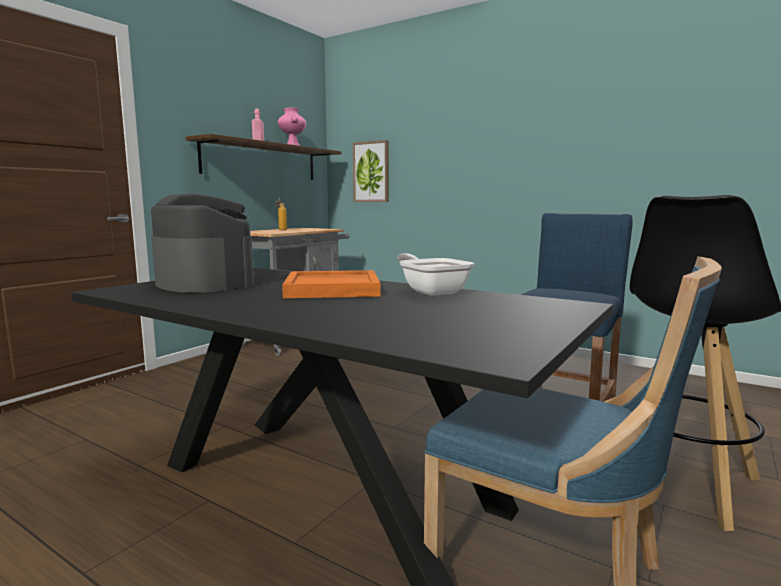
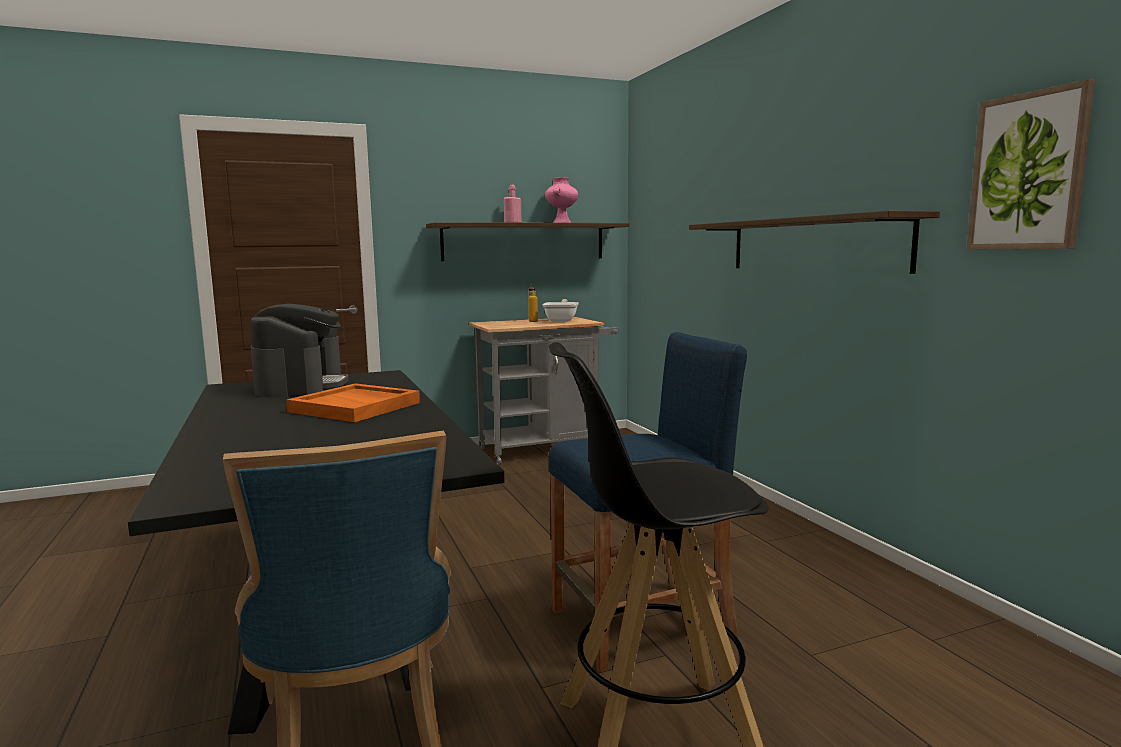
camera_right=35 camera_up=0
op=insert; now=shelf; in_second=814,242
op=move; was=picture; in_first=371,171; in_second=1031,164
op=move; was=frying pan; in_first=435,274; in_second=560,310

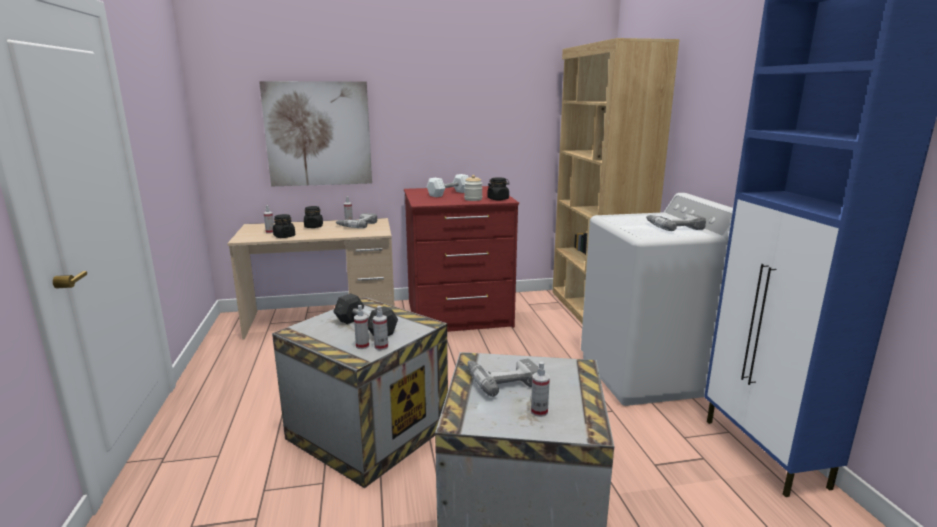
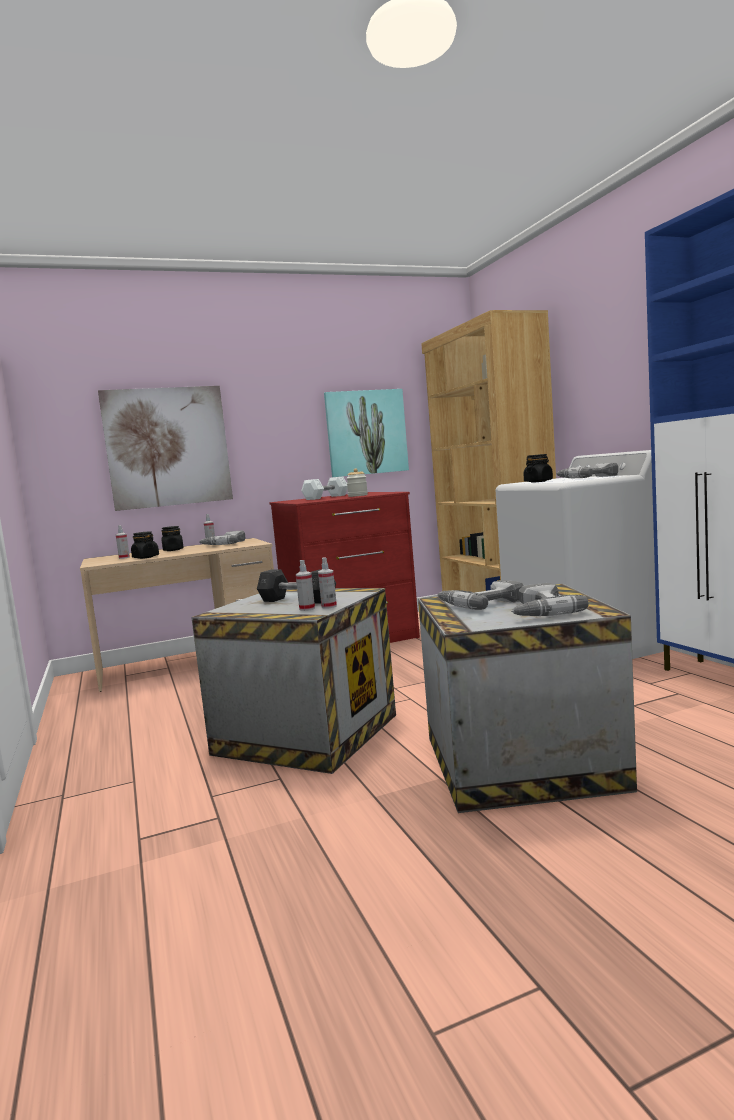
camera_right=-10 camera_up=-10
op=insert; now=picture; in_second=366,433
op=move; was=black storage jar; in_first=498,188; in_second=538,468
op=replace; was=sprayer; now=power drill; in_first=540,389; in_second=549,599

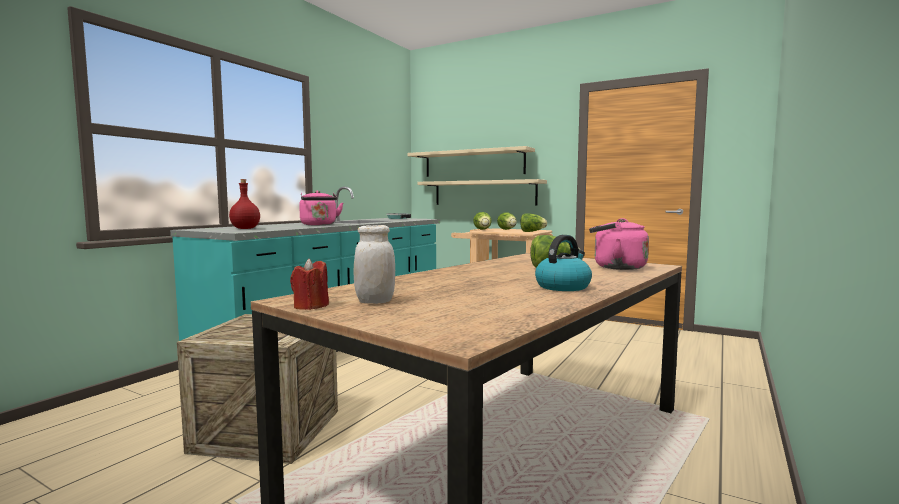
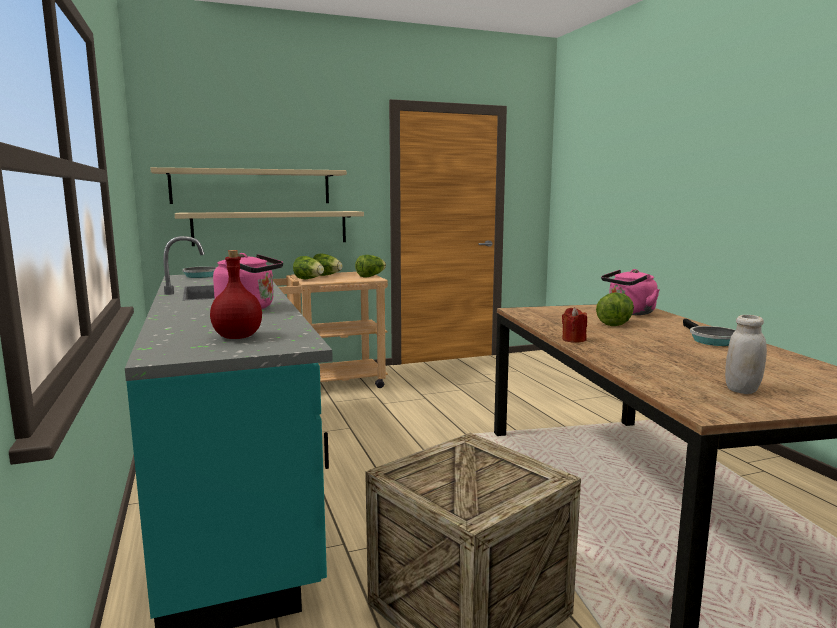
camera_right=-50 camera_up=5
op=move; was=red candle; in_first=309,284; in_second=574,325
op=replace; was=kettle; now=frying pan; in_first=563,263; in_second=709,332

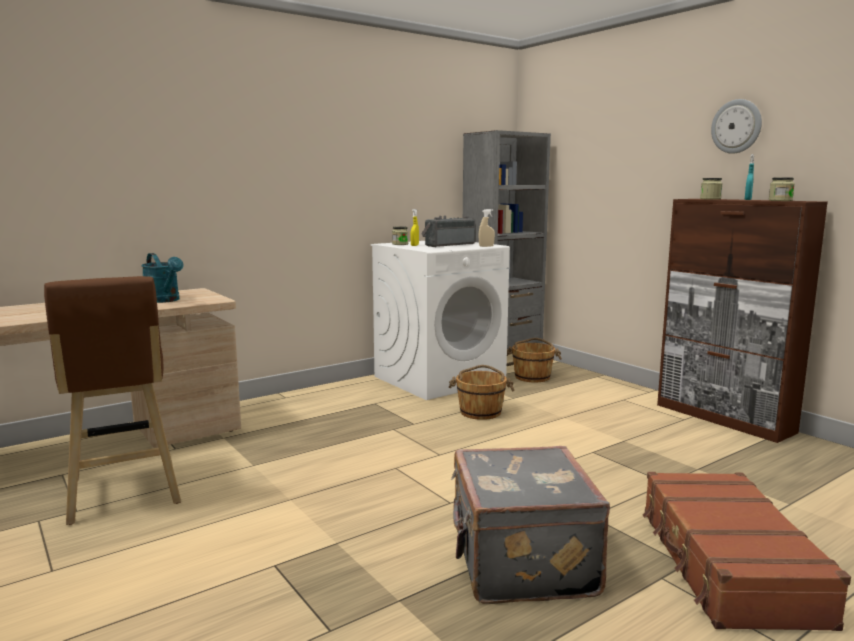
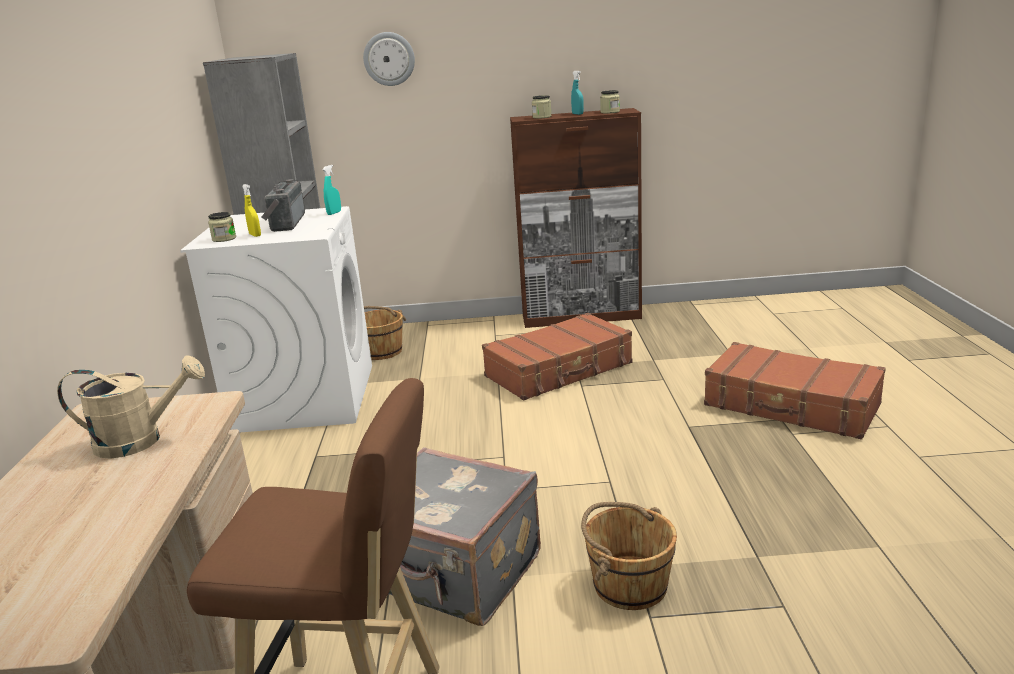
camera_right=-55 camera_up=10
op=insert; now=brown travel case; in_second=557,357
op=move; was=brown bucket; in_first=482,392; in_second=629,556
op=move; was=grey travel case; in_first=530,525; in_second=464,536
op=move; was=hanging clock; in_first=736,126; in_second=389,59
op=recolor; was=blue-green watering can; now=sand-coloured watering can; in_first=162,278; in_second=131,407
op=recolor; was=sand-coloured sprayer; now=blue-green sprayer; in_first=487,228; in_second=331,190

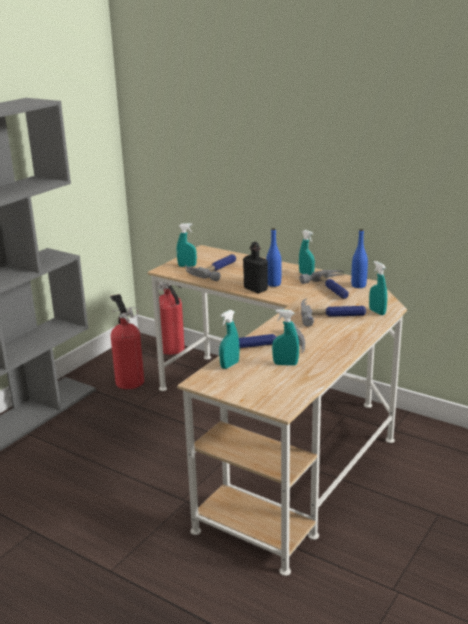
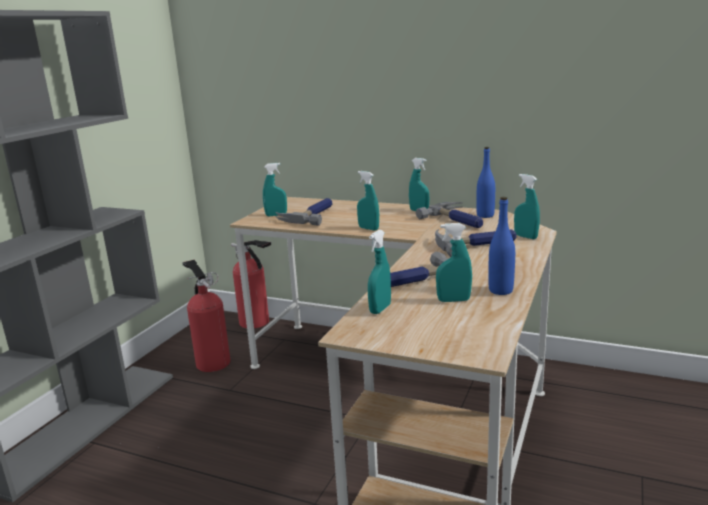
camera_right=-10 camera_up=-5
op=move; was=blue beverage bottle; in_first=274,257; in_second=501,246
op=replace; was=black beverage bottle; now=blue-green sprayer; in_first=255,267; in_second=368,201

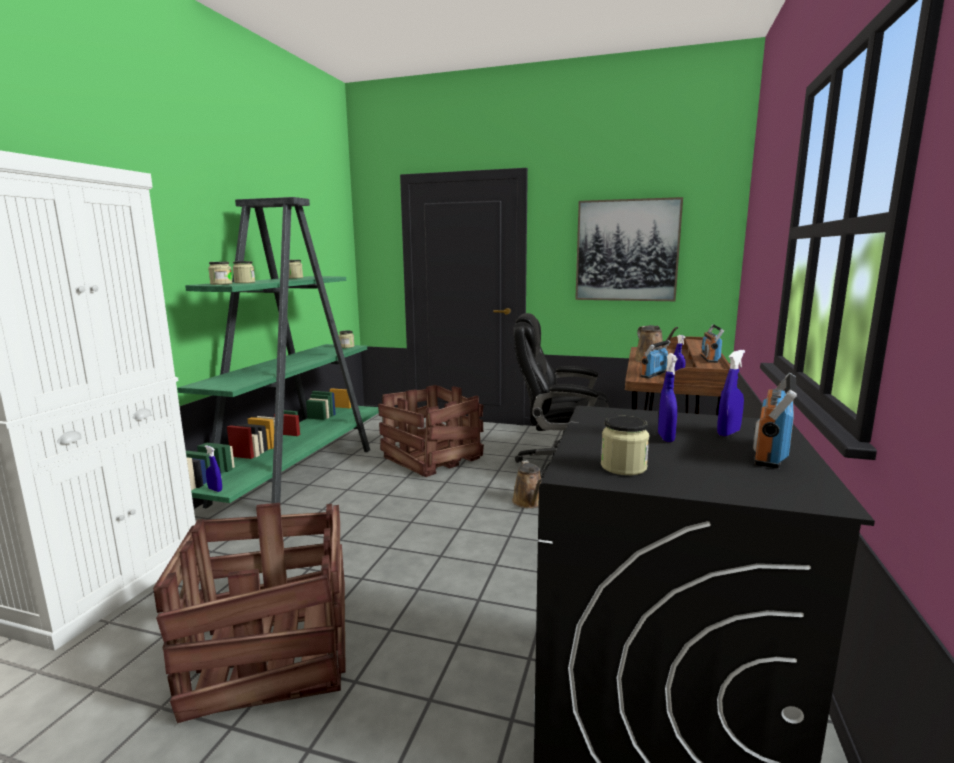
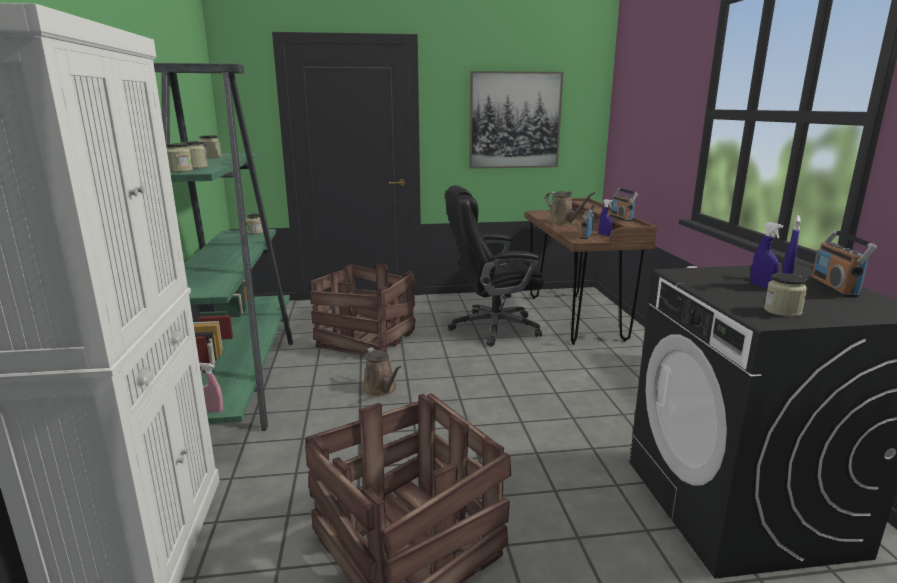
camera_right=-25 camera_up=5
op=move; was=brown watering can; in_first=527,484; in_second=382,371
op=recolor; was=blue sprayer; now=pink sprayer; in_first=213,468; in_second=211,388

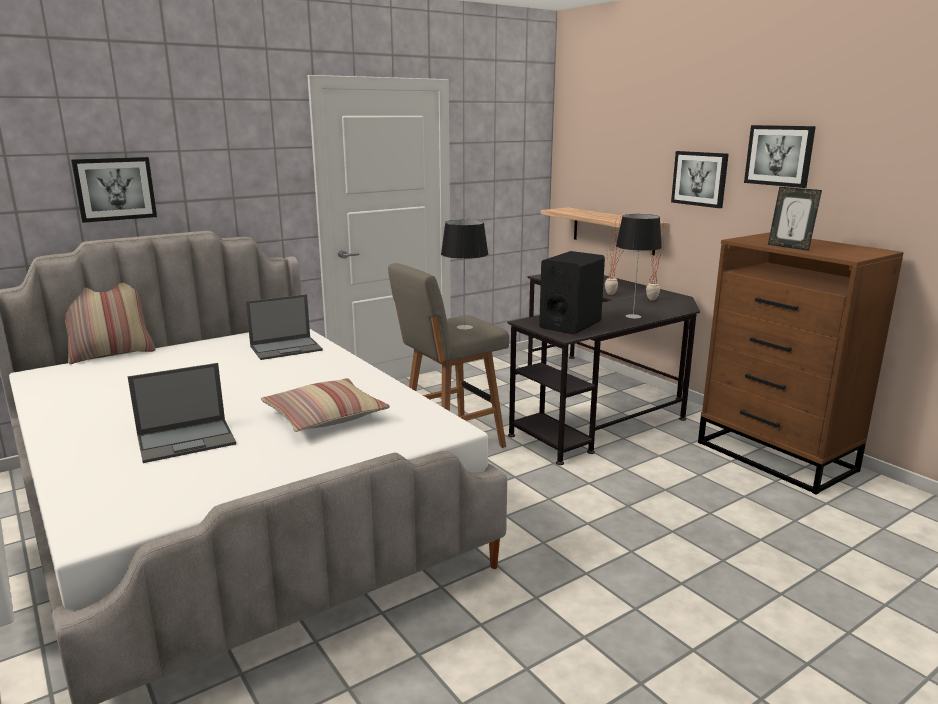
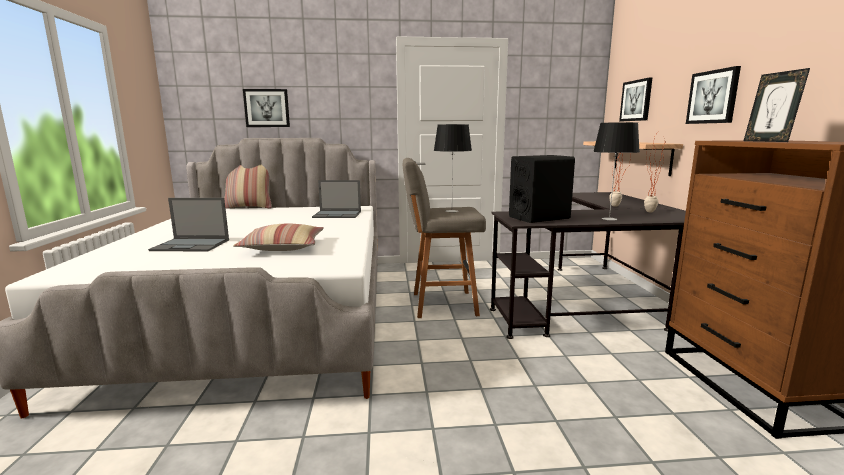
camera_right=30 camera_up=-5
op=move; was=picture; in_first=780,156; in_second=635,99

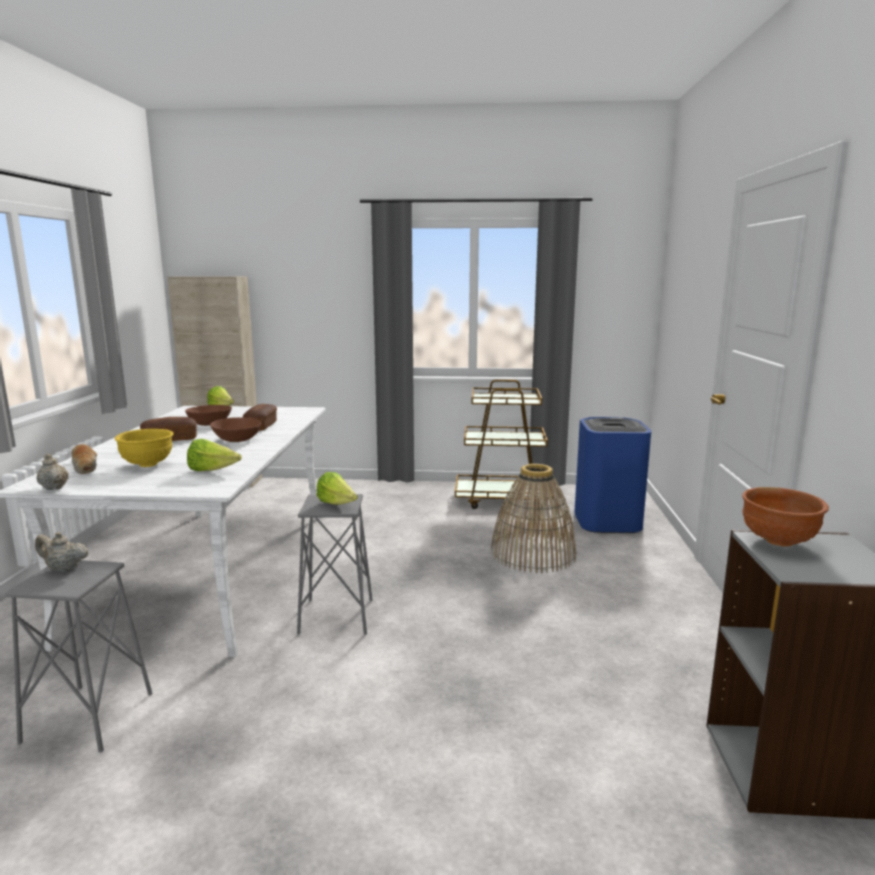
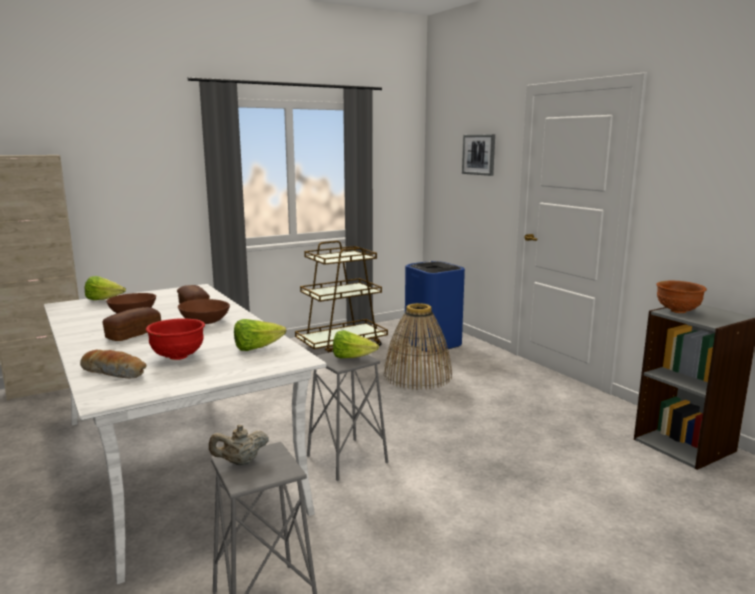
camera_right=-35 camera_up=0
op=delete; was=sand-coloured tea pot; in_first=52,472
op=insert; now=picture; in_second=478,155
op=recolor; was=yellowish bowl; now=red bowl; in_first=144,448; in_second=175,339

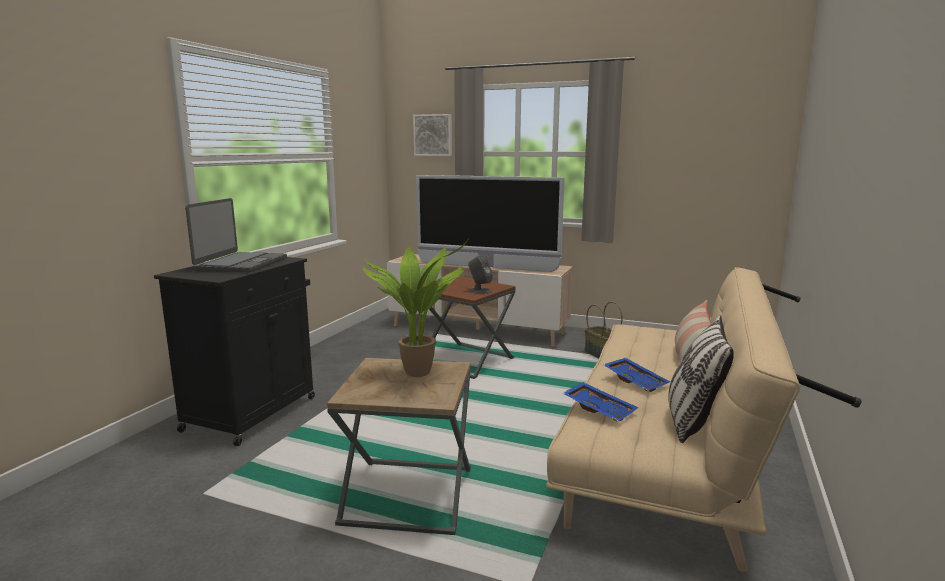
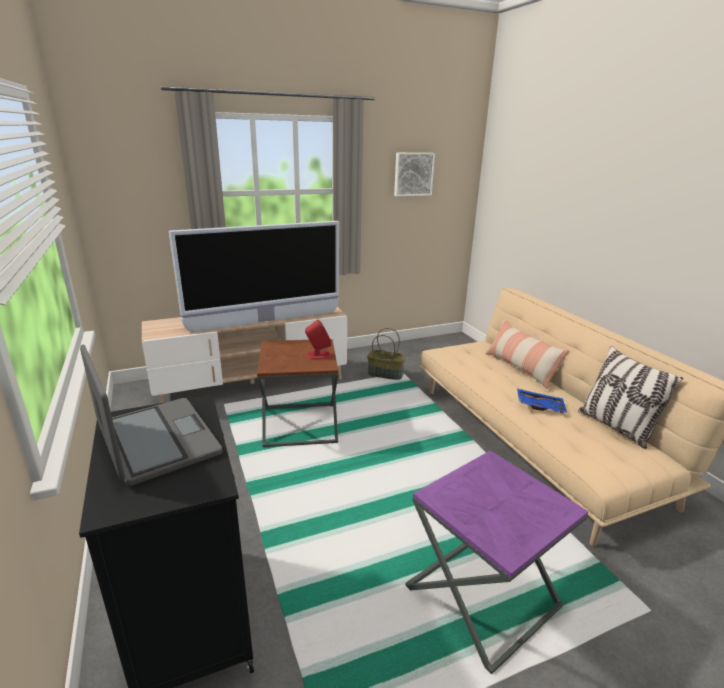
camera_right=-45 camera_up=10
op=delete; was=houseplant; in_first=415,308
op=delete; was=blue serving tray; in_first=601,402
op=move; was=picture; in_first=432,135; in_second=414,174
op=recolor; was=brown side table; now=purple-coloured side table; in_first=399,446; in_second=496,562
op=recolor; was=grey loudspeaker; now=red loudspeaker; in_first=480,274; in_second=318,340

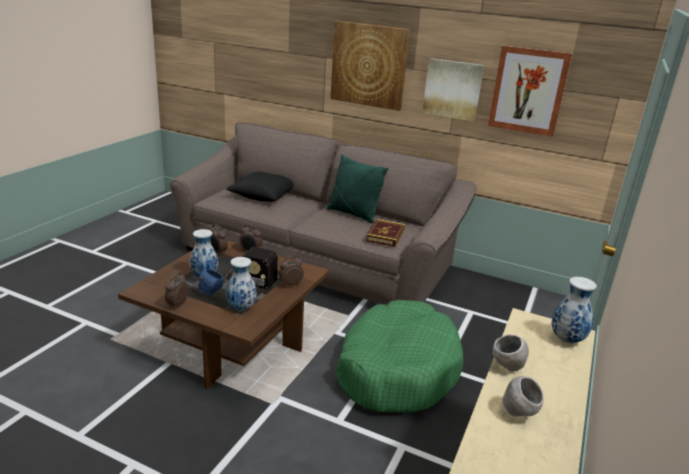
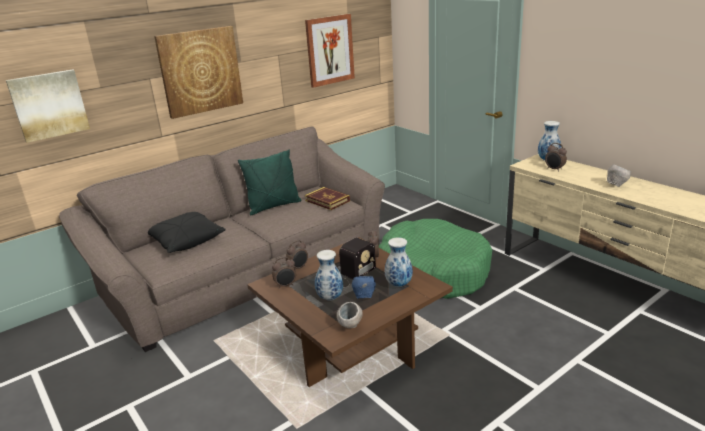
camera_right=-60 camera_up=0
op=move; was=bedside clock; in_first=177,290; in_second=556,157
op=move; was=picture; in_first=453,90; in_second=48,106
op=move; was=grey bowl; in_first=511,353; in_second=350,315

